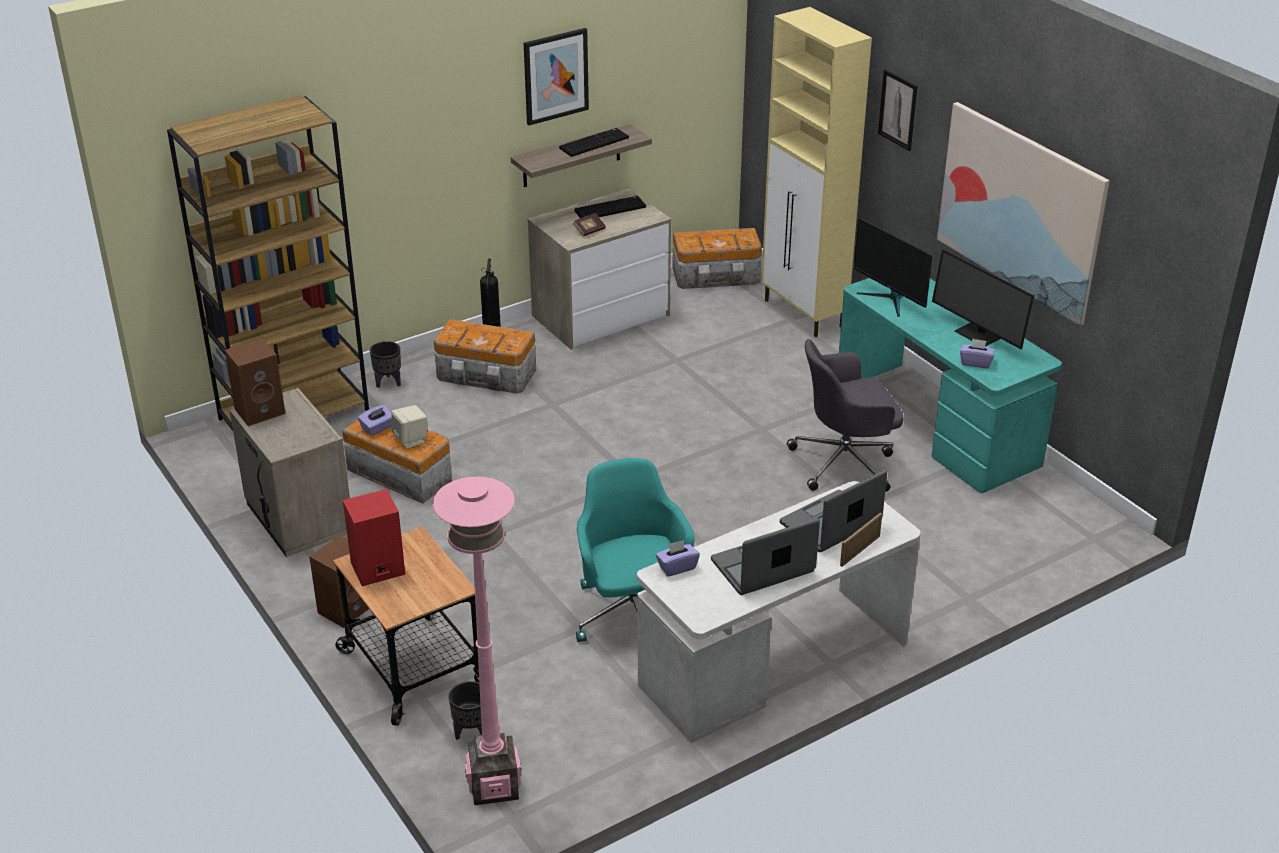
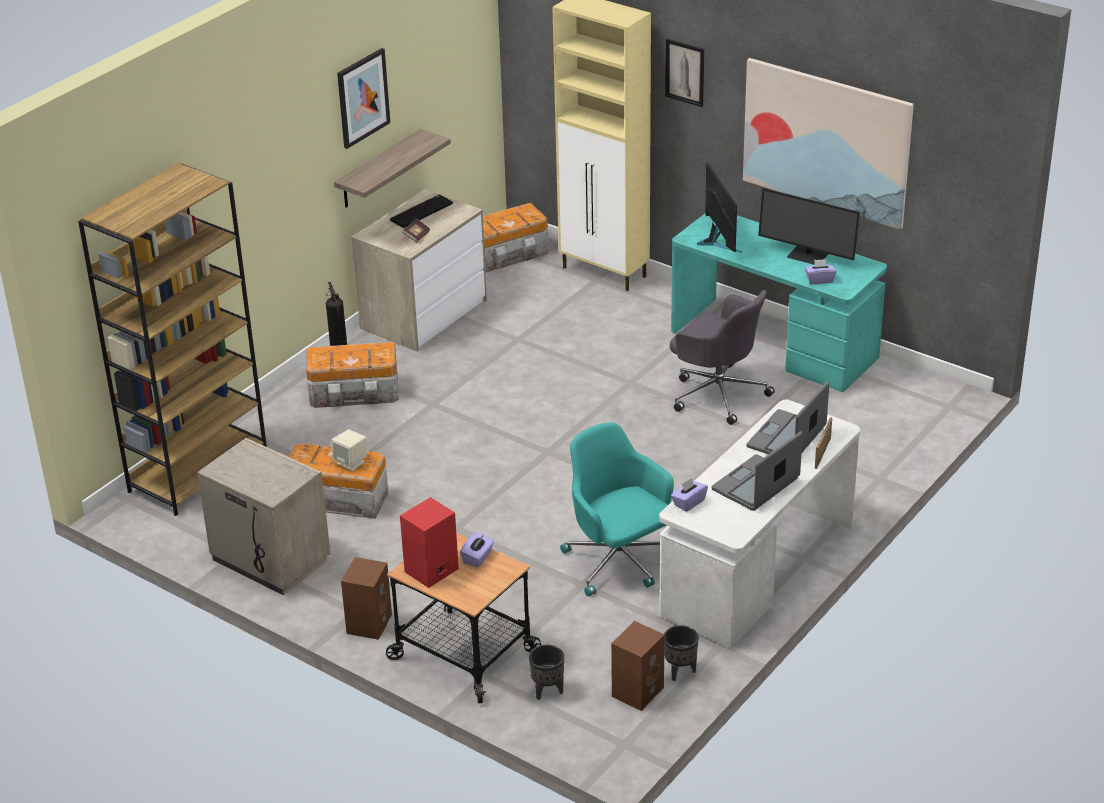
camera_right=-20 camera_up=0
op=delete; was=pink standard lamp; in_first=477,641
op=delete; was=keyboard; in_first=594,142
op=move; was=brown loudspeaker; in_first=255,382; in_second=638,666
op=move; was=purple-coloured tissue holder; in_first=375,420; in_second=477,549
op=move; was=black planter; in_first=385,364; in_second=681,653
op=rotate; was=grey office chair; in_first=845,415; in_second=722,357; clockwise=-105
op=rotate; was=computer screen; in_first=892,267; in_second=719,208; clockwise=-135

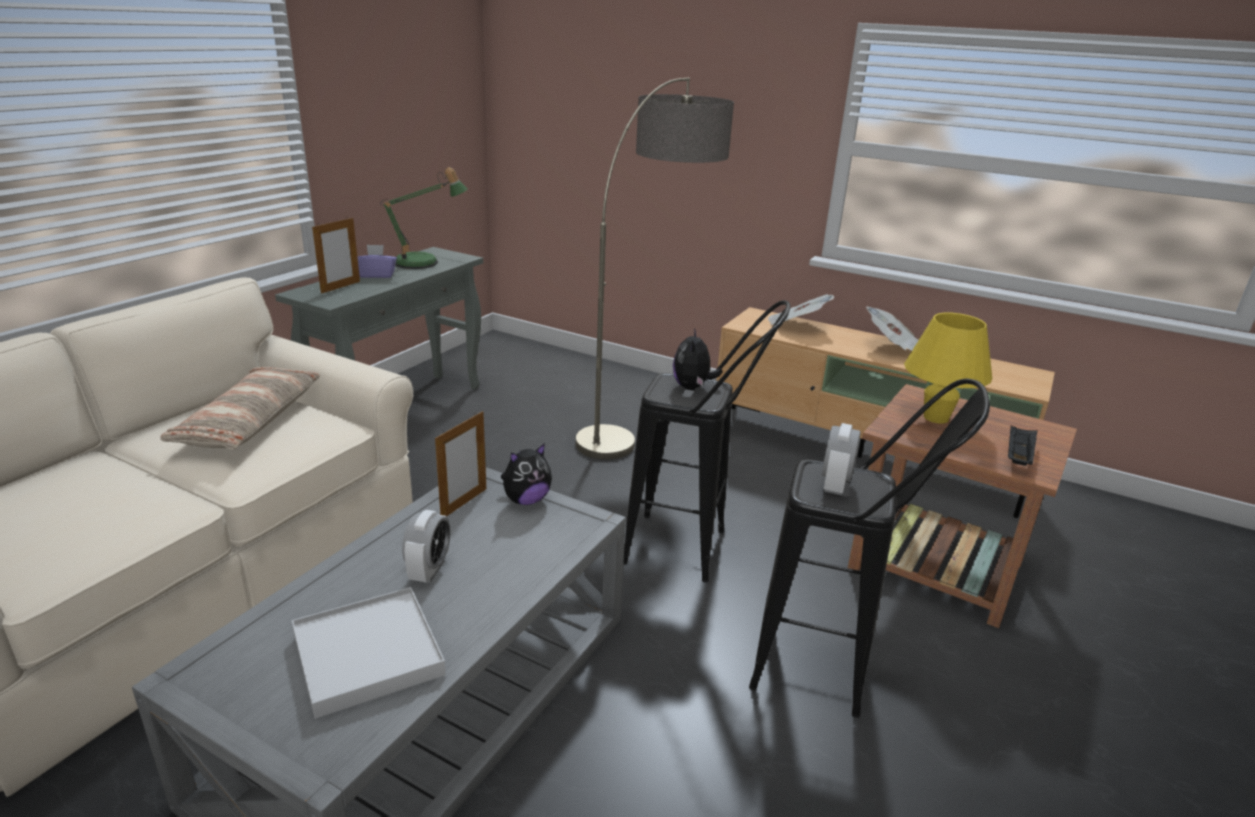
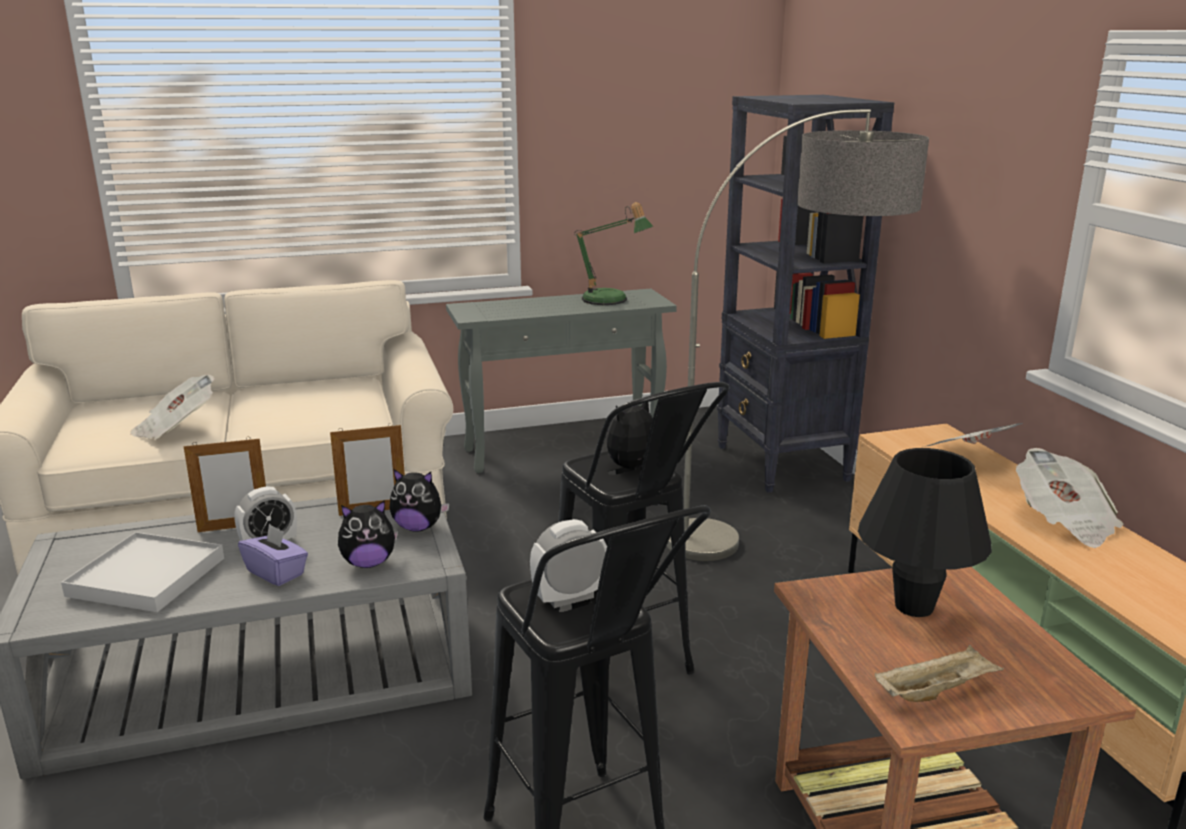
camera_right=45 camera_up=-5
op=delete; was=throw pillow; in_first=240,408
op=insert; now=daily paper; in_second=172,407
op=insert; now=soft toy; in_second=368,534
op=insert; now=black shelving unit; in_second=805,294
op=move; was=standing frame; in_first=336,255; in_second=225,484
op=move; was=purple-coloured tissue holder; in_first=377,261; in_second=273,554
op=recolor; was=yellowish tabletop lamp; now=black tabletop lamp; in_first=948,368; in_second=925,532
op=recolor; was=black serving tray; now=sand-coloured serving tray; in_first=1023,445; in_second=939,673

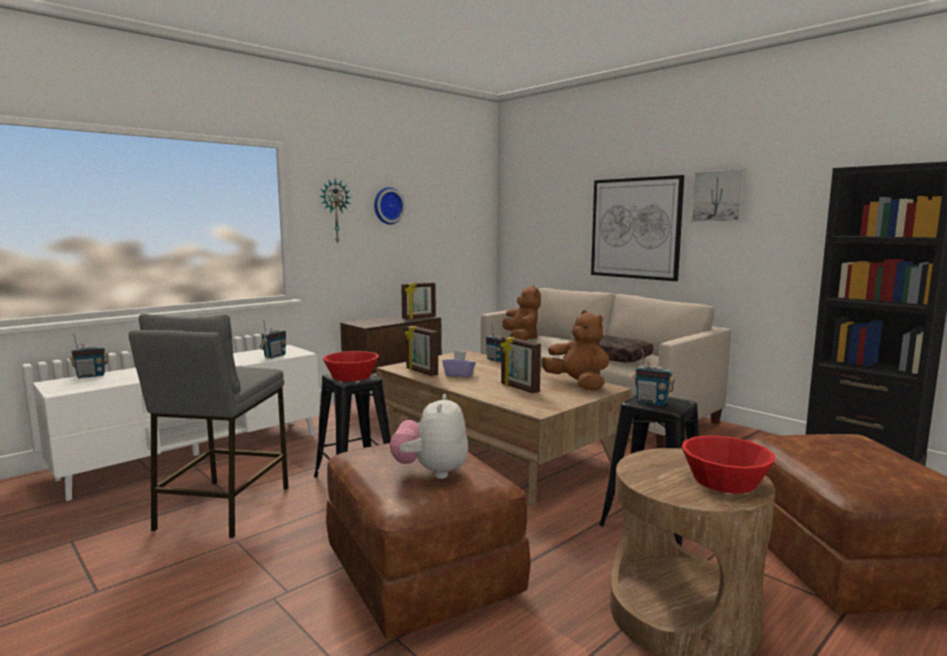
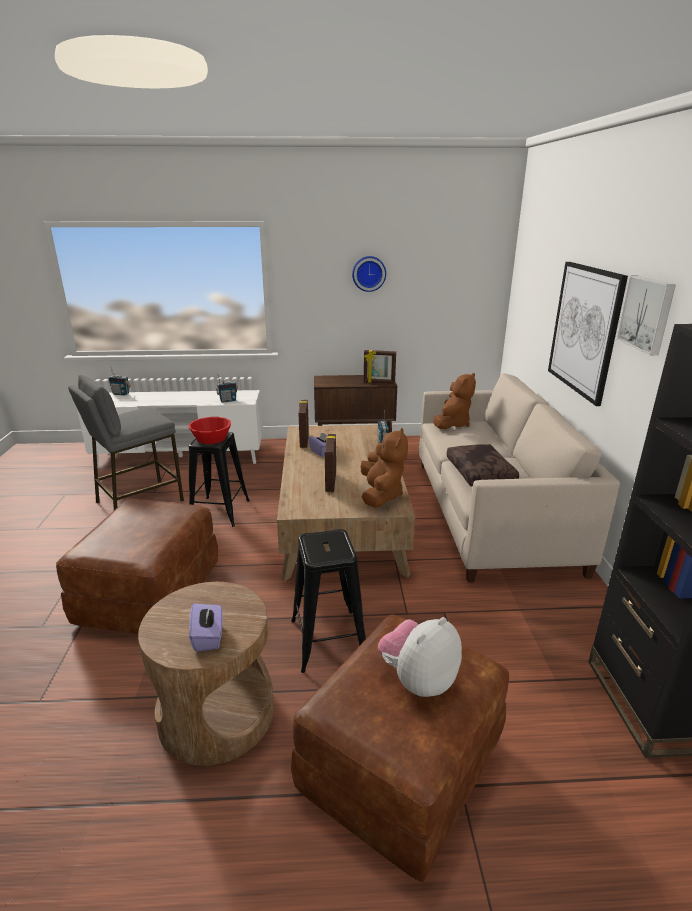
camera_right=40 camera_up=15
op=delete; was=hanging clock; in_first=336,211
op=delete; was=radio; in_first=654,377
op=move; was=soft toy; in_first=429,436; in_second=420,657
op=replace; was=red bowl; now=purple-coloured tissue holder; in_first=728,464; in_second=206,628

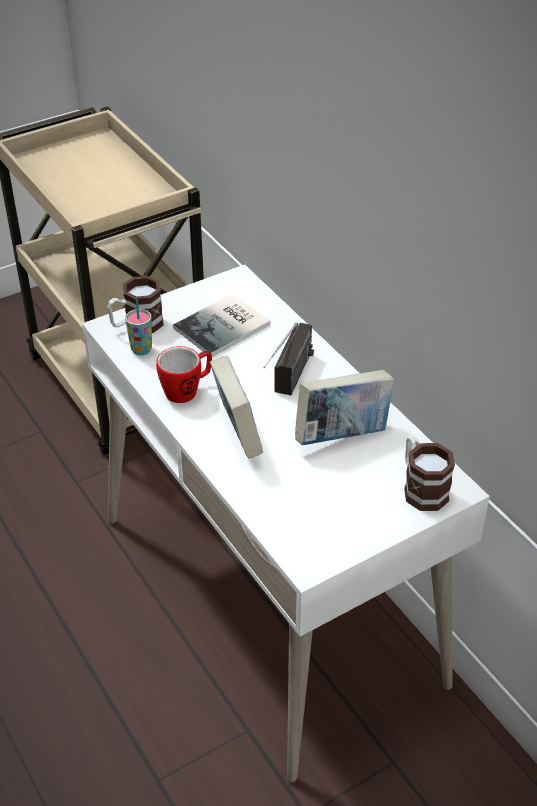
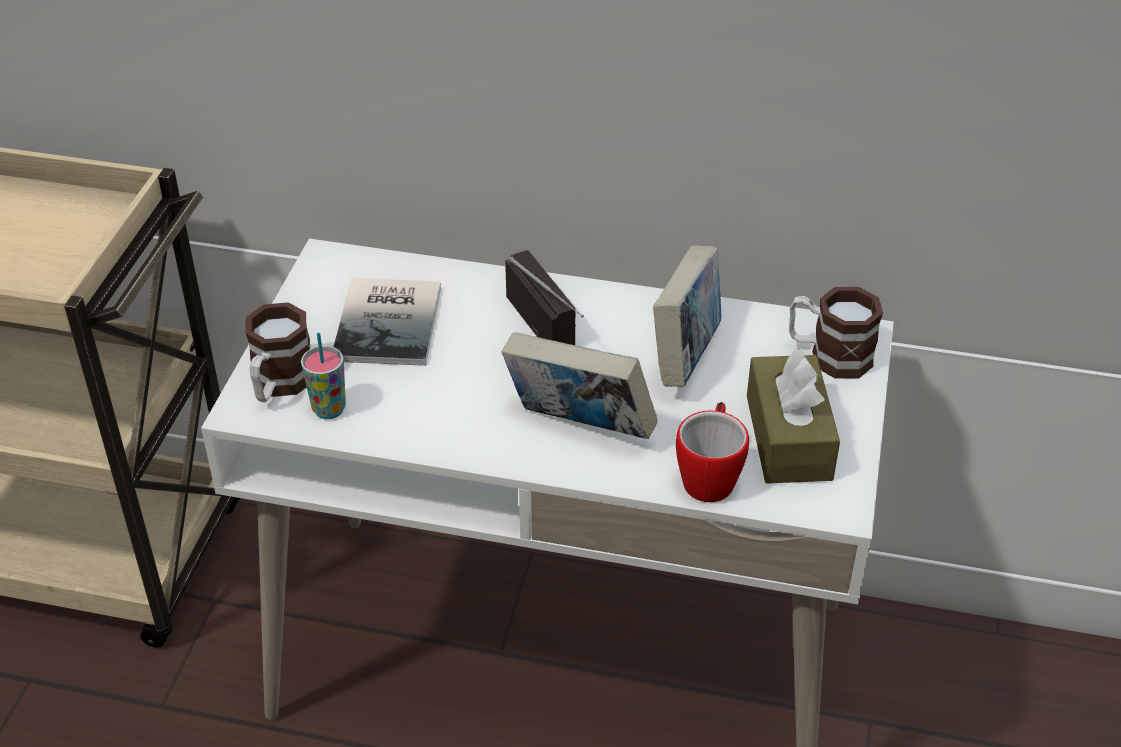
camera_right=-45 camera_up=0
op=insert; now=brown tissue holder; in_second=793,416
op=move; was=tea mug; in_first=184,374; in_second=712,452

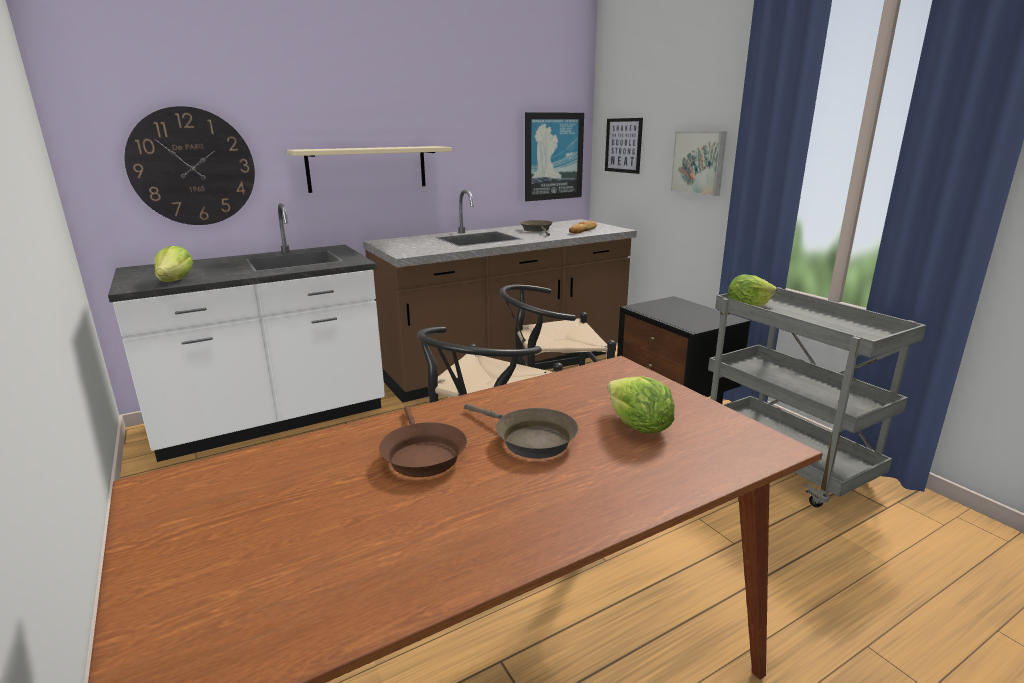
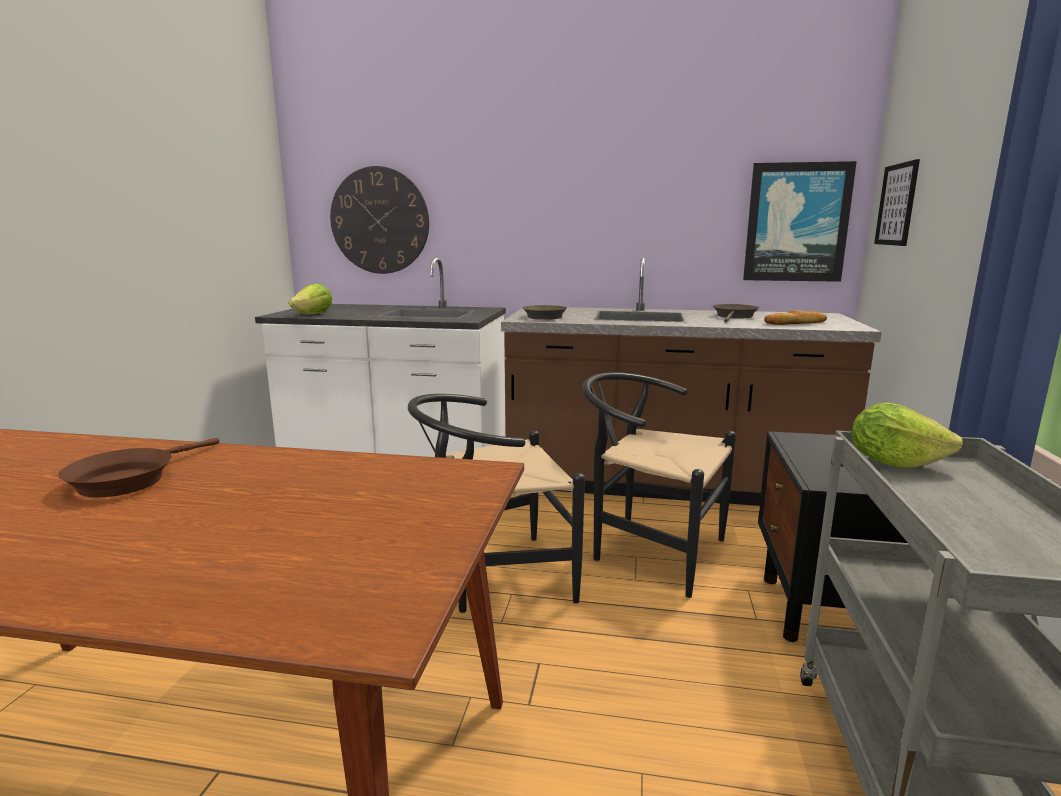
camera_right=40 camera_up=-5
op=delete; was=sand-coloured shelf; in_first=369,169
op=delete; was=head of lettuce; in_first=641,404
op=delete; was=picture; in_first=698,164
op=move; was=brown frying pan; in_first=521,431; in_second=544,312

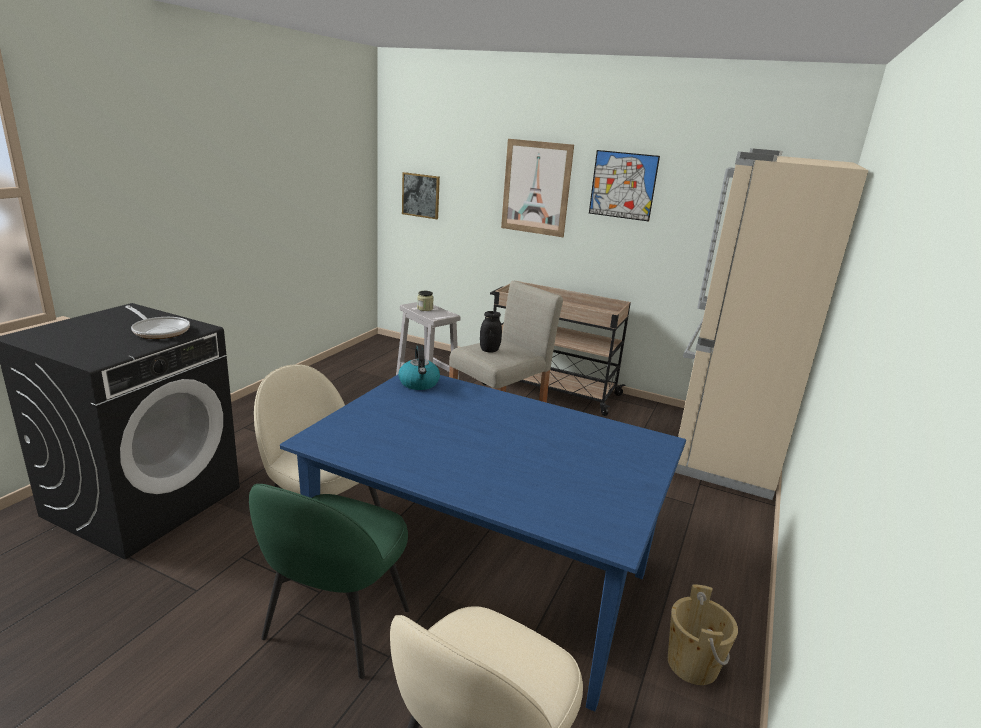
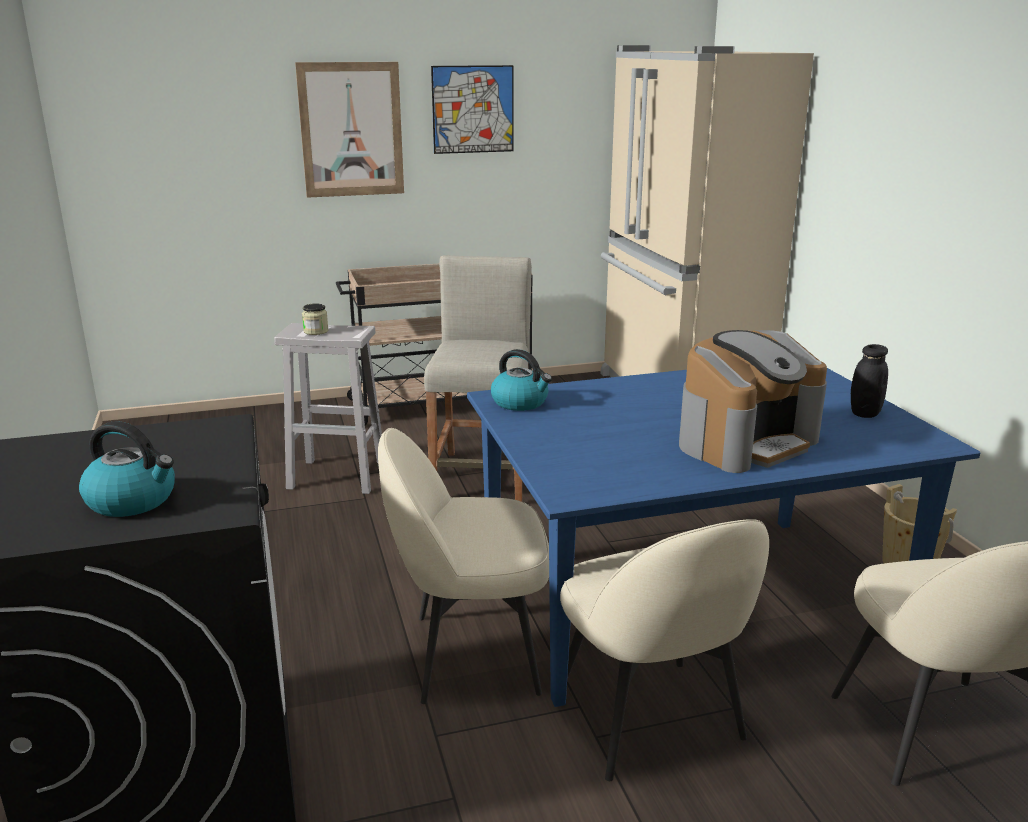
camera_right=-40 camera_up=0
op=delete; was=frying pan; in_first=157,322
op=delete; was=picture; in_first=421,195
op=insert; now=kettle; in_second=127,469
op=insert; now=coffee brewer; in_second=753,401
op=move; was=black storage jar; in_first=491,331; in_second=869,381
op=recolor; was=green-coloured plain chair; now=sand-coloured plain chair; in_first=329,581; in_second=664,650

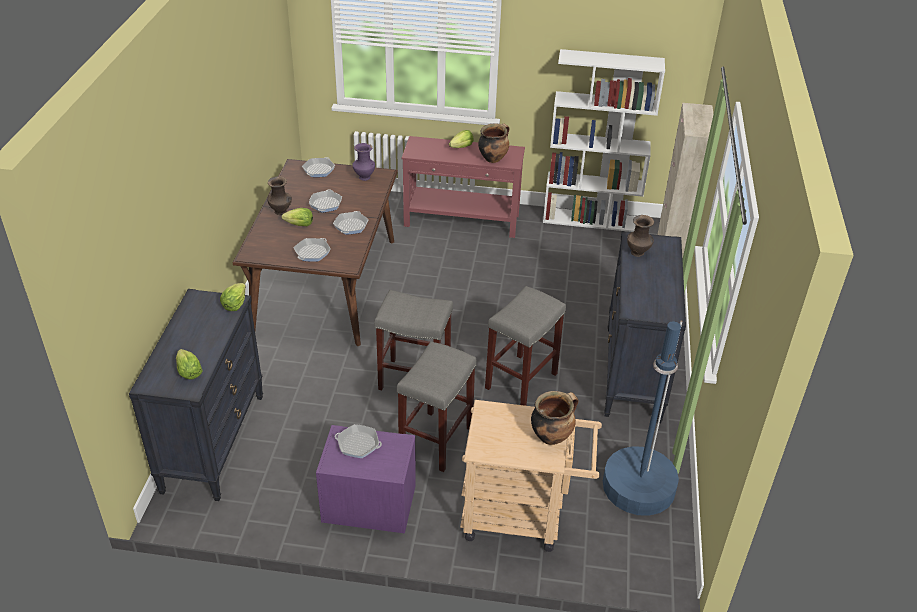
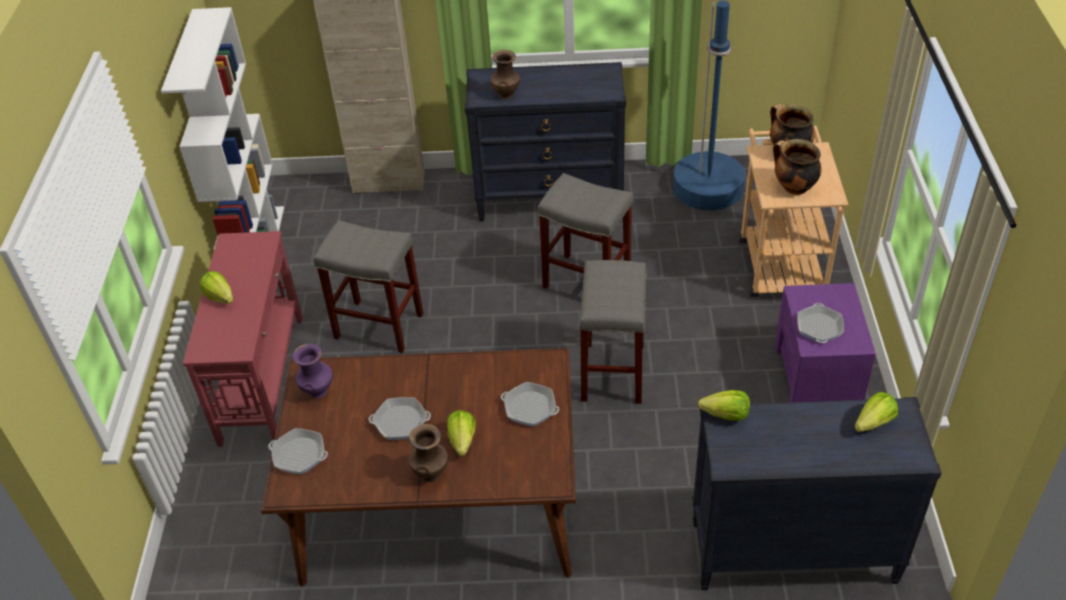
camera_right=-95 camera_up=5
op=delete; was=frying pan; in_first=351,222
op=move; was=grey stool seat; in_first=436,406; in_second=368,286
op=move; was=cooking pot; in_first=493,143; in_second=797,167

